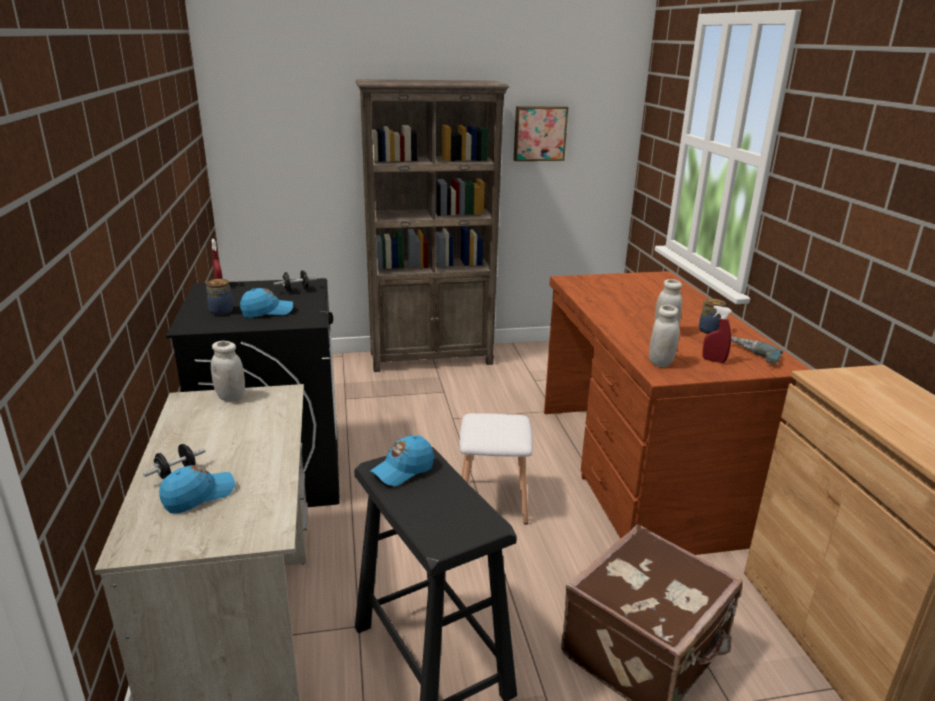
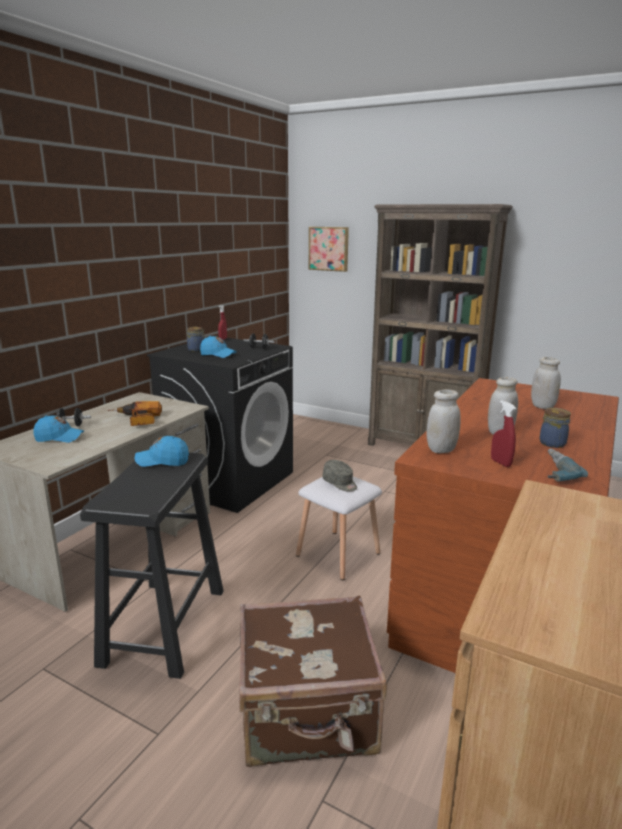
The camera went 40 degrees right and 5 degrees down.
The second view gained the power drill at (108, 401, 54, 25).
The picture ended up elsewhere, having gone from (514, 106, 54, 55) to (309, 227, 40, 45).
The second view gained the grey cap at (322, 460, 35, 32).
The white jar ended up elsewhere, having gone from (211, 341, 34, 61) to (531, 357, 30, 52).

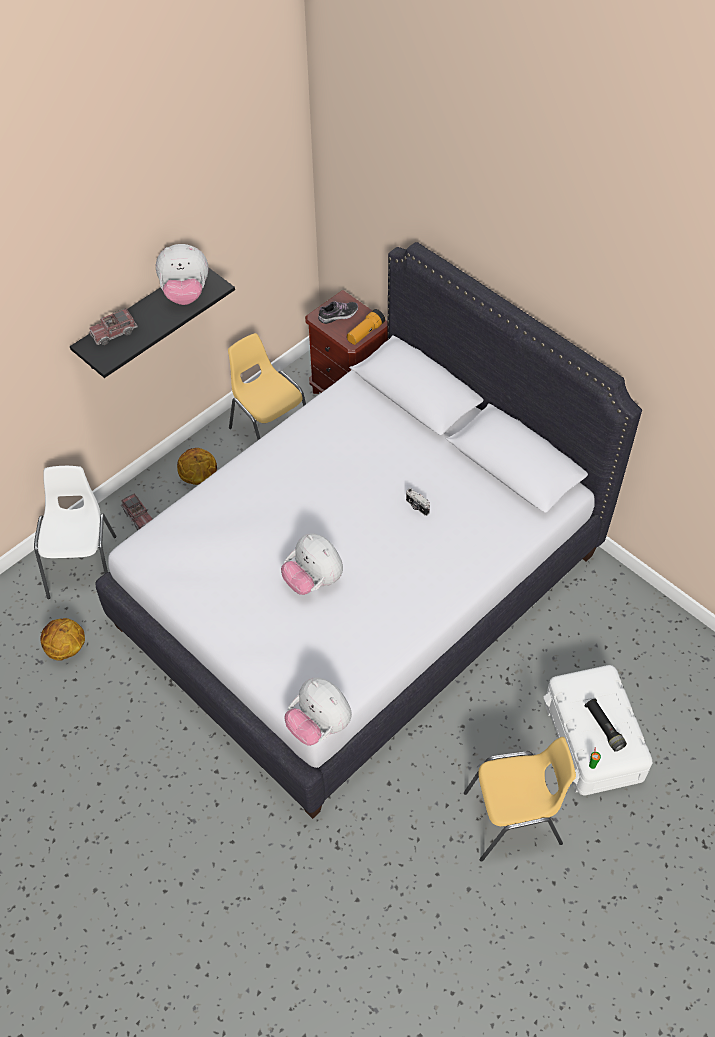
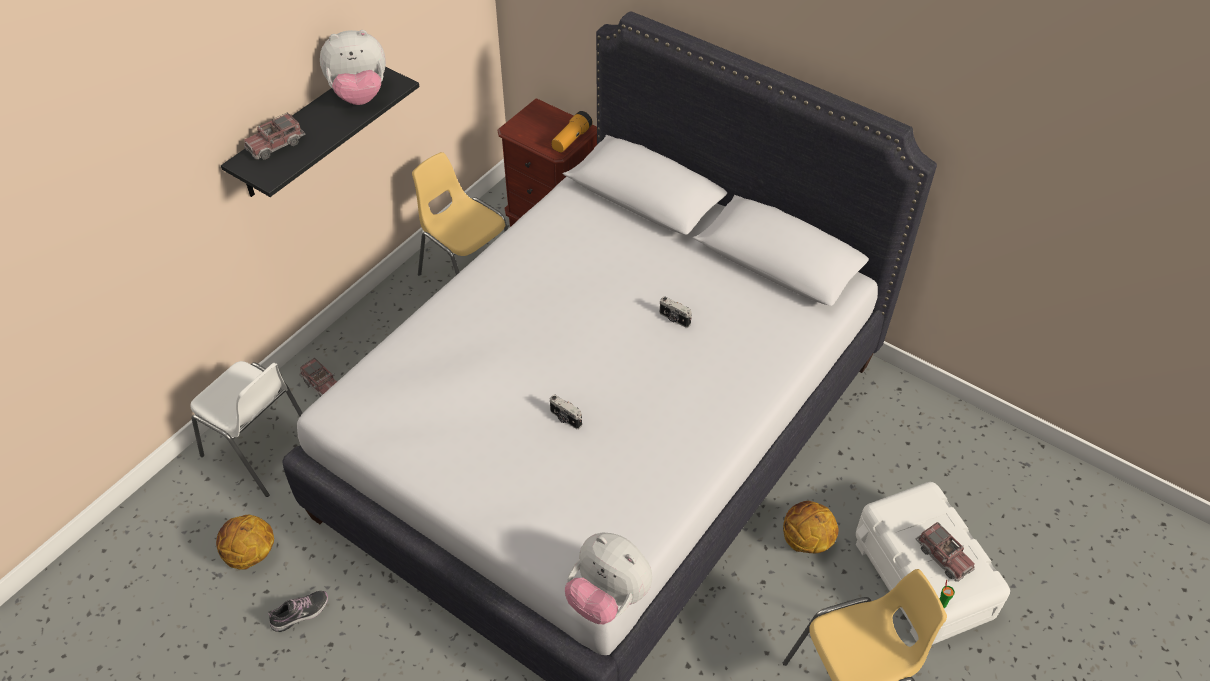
The camera went 10 degrees left and 5 degrees down.
The white chair at (34, 466, 82, 133) ended up facing another way, 135 degrees clockwise from before.
The shoe ended up elsewhere, having gone from (318, 301, 40, 23) to (268, 591, 60, 41).
Where the plush toy stood at (281, 533, 62, 62), the photo camera came to stand at (550, 394, 32, 35).
The basketball ended up elsewhere, having gone from (177, 448, 40, 37) to (783, 501, 56, 52).
Where the black flashlight stood at (585, 699, 42, 53), the toy truck came to stand at (916, 522, 59, 60).

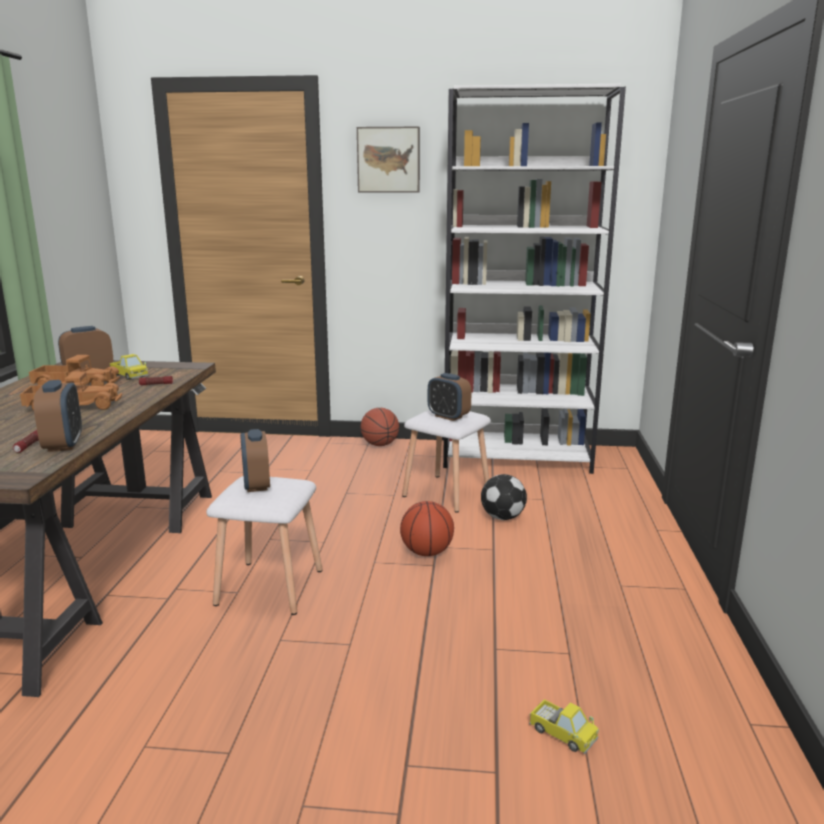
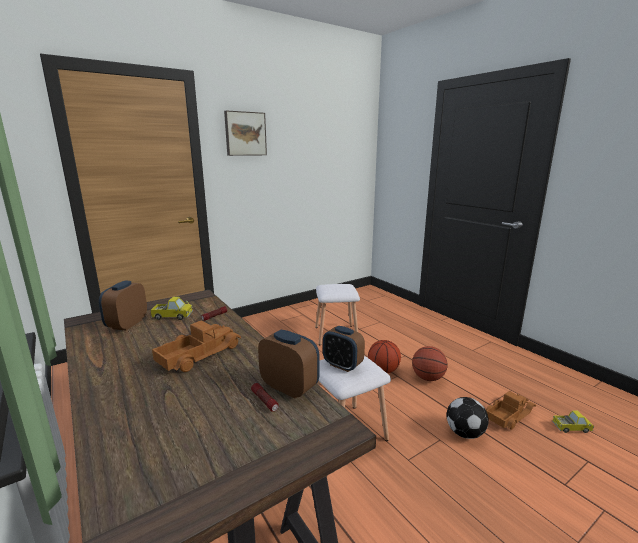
The camera went 40 degrees left and 0 degrees up.
The basketball ended up elsewhere, having gone from (360, 408, 39, 38) to (412, 346, 35, 35).
The football ended up elsewhere, having gone from (481, 474, 46, 46) to (447, 397, 42, 42).
The toy truck ended up elsewhere, having gone from (29, 355, 91, 31) to (486, 391, 50, 39).
The second view lost the alarm clock at (428, 373, 44, 48).
The second view lost the white bookcase at (443, 84, 183, 390).

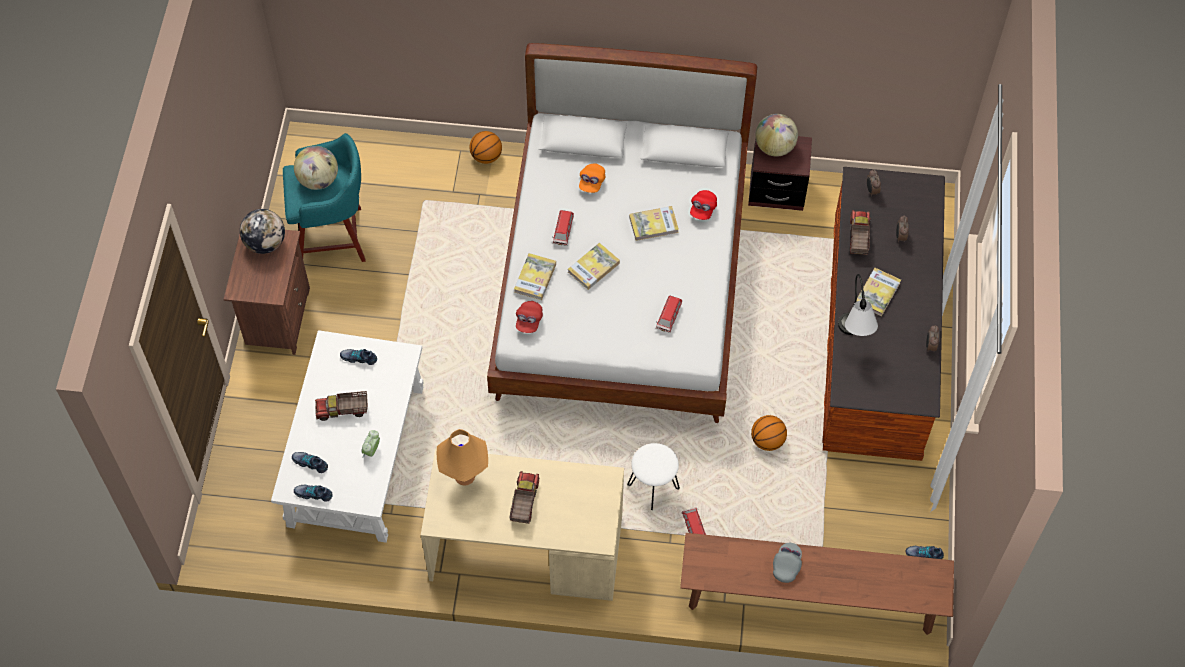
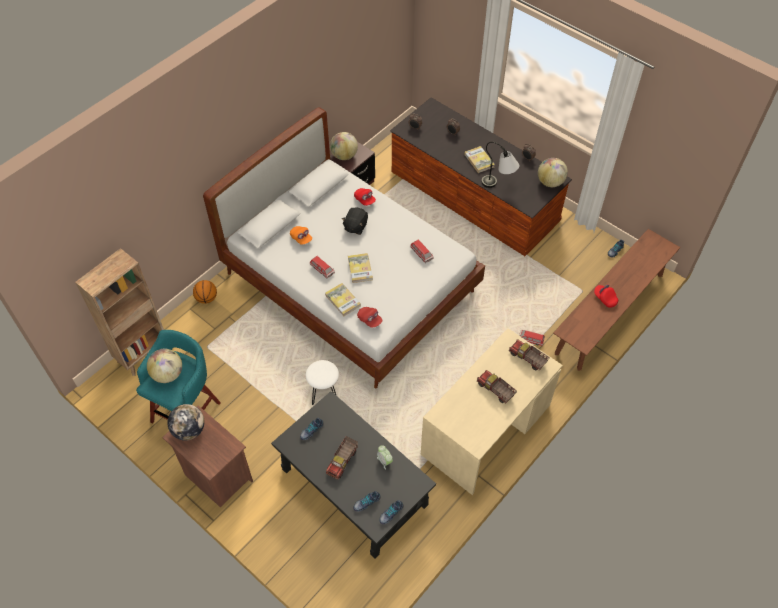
The camera went 55 degrees left and 5 degrees down.
The second view gained the brown bookcase at (75, 248, 89, 128).
What was the white coffee table at (271, 330, 153, 213) turned into the black coffee table at (271, 391, 165, 167).
The white stool ended up elsewhere, having gone from (627, 443, 53, 67) to (306, 360, 33, 45).
Where the book stood at (629, 206, 50, 35), the black plush toy came to stand at (342, 208, 26, 27).
The toy truck ended up elsewhere, having gone from (849, 210, 22, 45) to (509, 340, 41, 31).
The second view gained the globe at (538, 158, 30, 29).
What was the grey cap at (773, 543, 29, 40) turned into the red cap at (594, 284, 24, 24).
The second view lost the orange table lamp at (437, 429, 51, 57).
The second view lost the basketball at (751, 415, 36, 36).

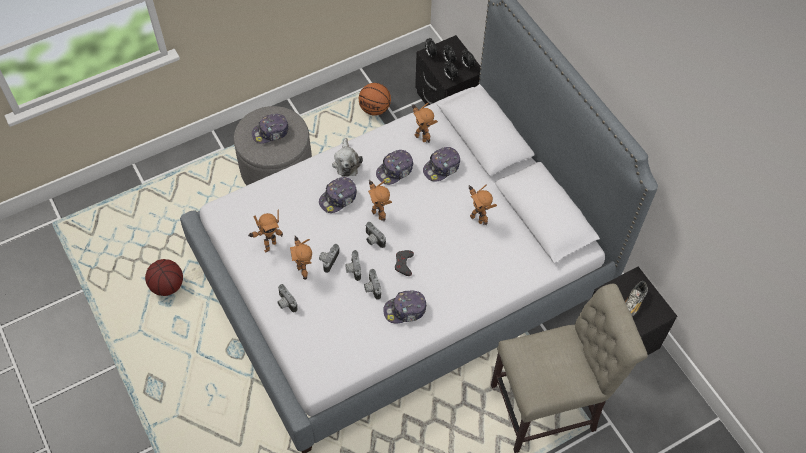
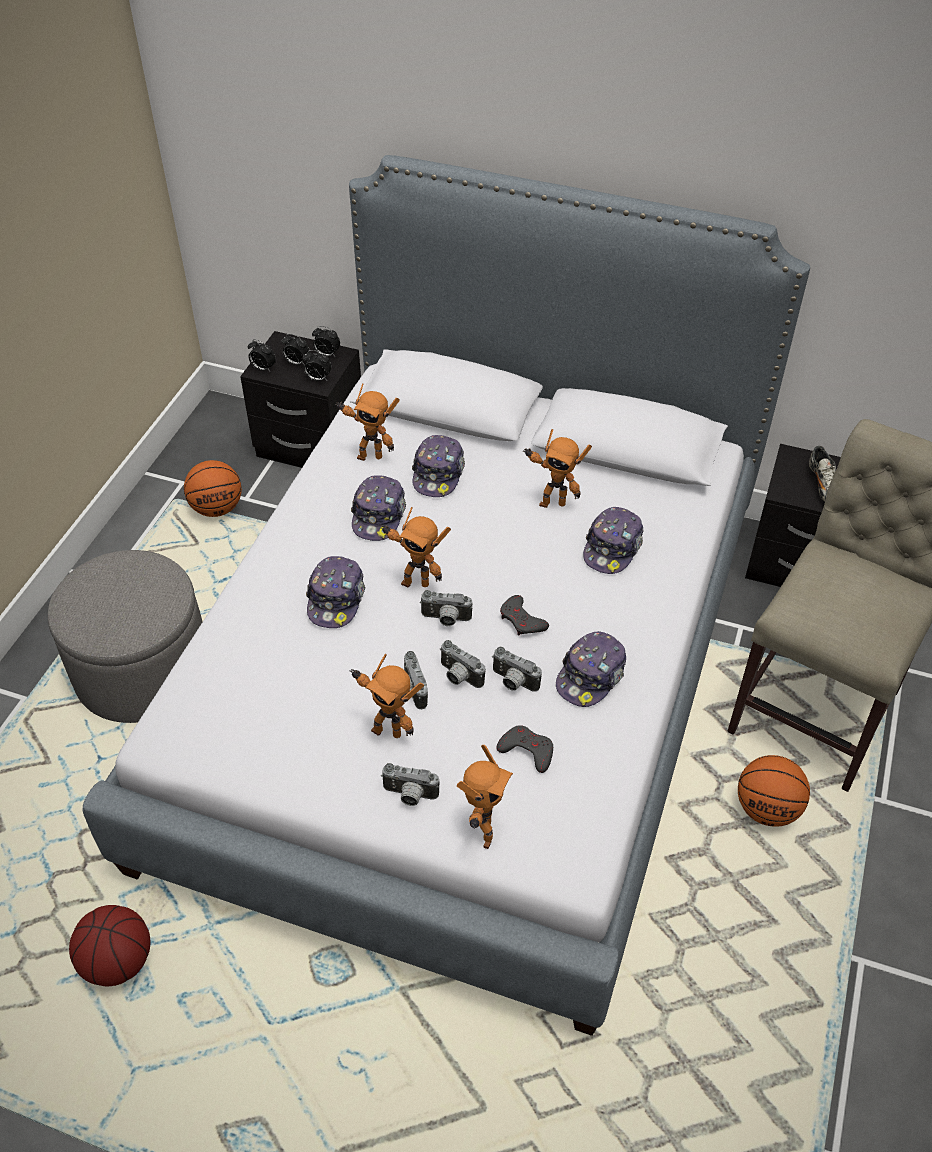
The camera went 40 degrees left and 10 degrees down.
The toy robot ended up elsewhere, having gone from (248, 209, 35, 44) to (457, 745, 56, 104).
The second view gained the grey game controller at (496, 725, 57, 48).
The cap ended up elsewhere, having gone from (252, 114, 37, 30) to (583, 507, 61, 67).
The second view gained the basketball at (738, 755, 72, 72).
The second view lost the plush toy at (332, 138, 31, 39).

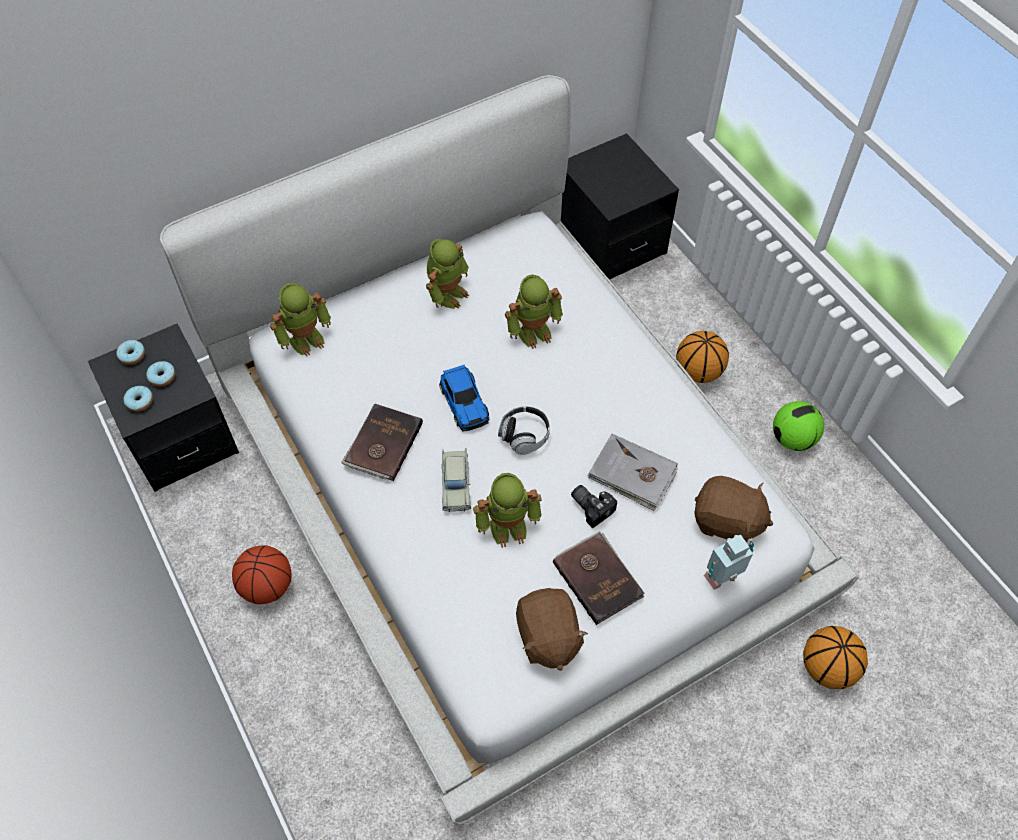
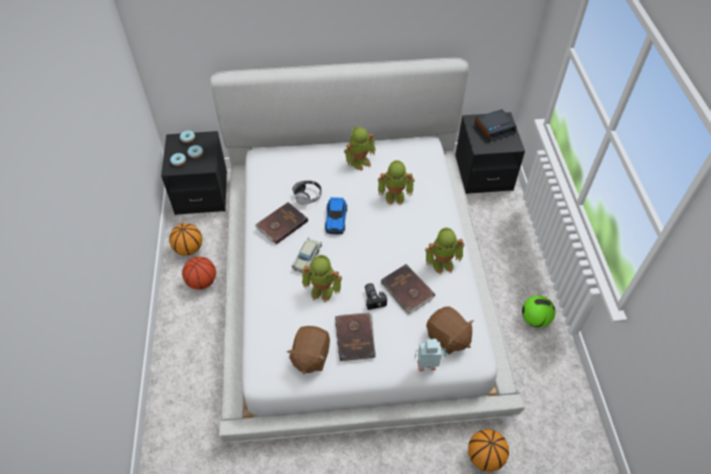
The camera went 25 degrees right and 5 degrees down.
The basketball ended up elsewhere, having gone from (676, 331, 53, 52) to (169, 223, 34, 33).
The headphones ended up elsewhere, having gone from (498, 406, 52, 49) to (292, 180, 30, 25).
What was the grey book at (587, 434, 91, 77) turned into the brown book at (380, 264, 55, 51).
The toy robot ended up elsewhere, having gone from (270, 283, 61, 74) to (425, 228, 39, 47).
The second view gained the alarm clock at (474, 109, 42, 33).

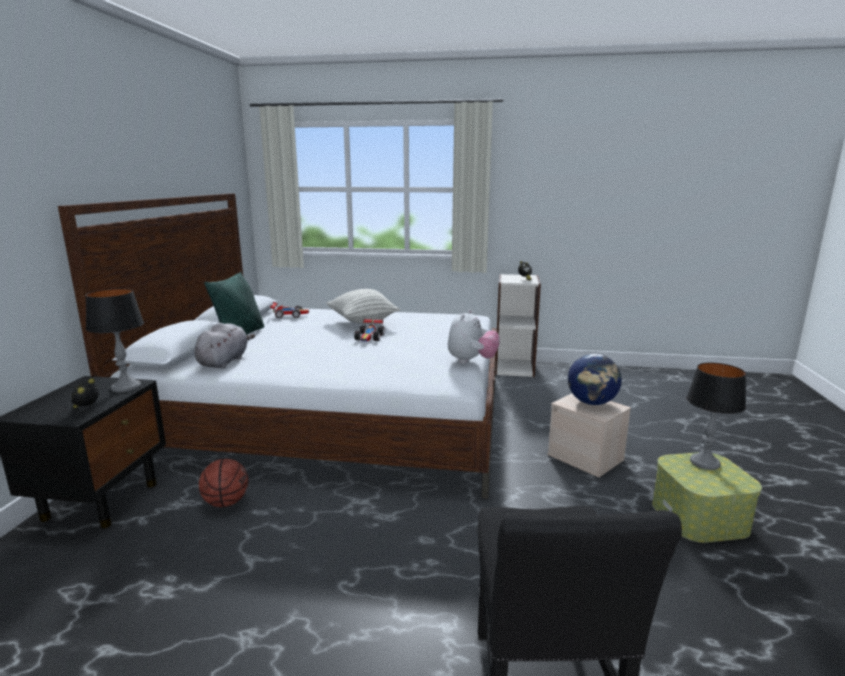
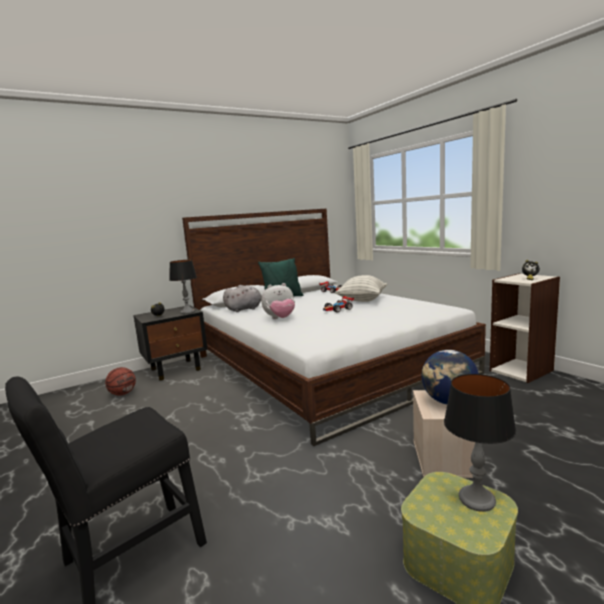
The camera went 50 degrees right and 5 degrees down.
The basketball ended up elsewhere, having gone from (199, 459, 50, 48) to (105, 367, 31, 28).
The plush toy ended up elsewhere, having gone from (448, 309, 52, 55) to (262, 283, 33, 36).

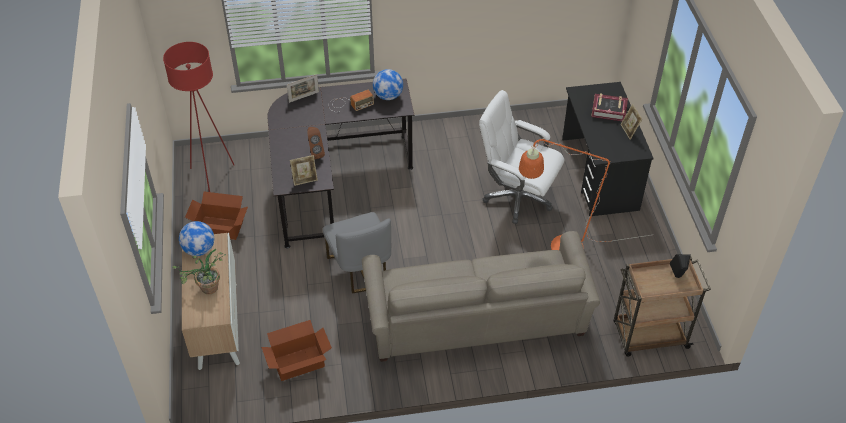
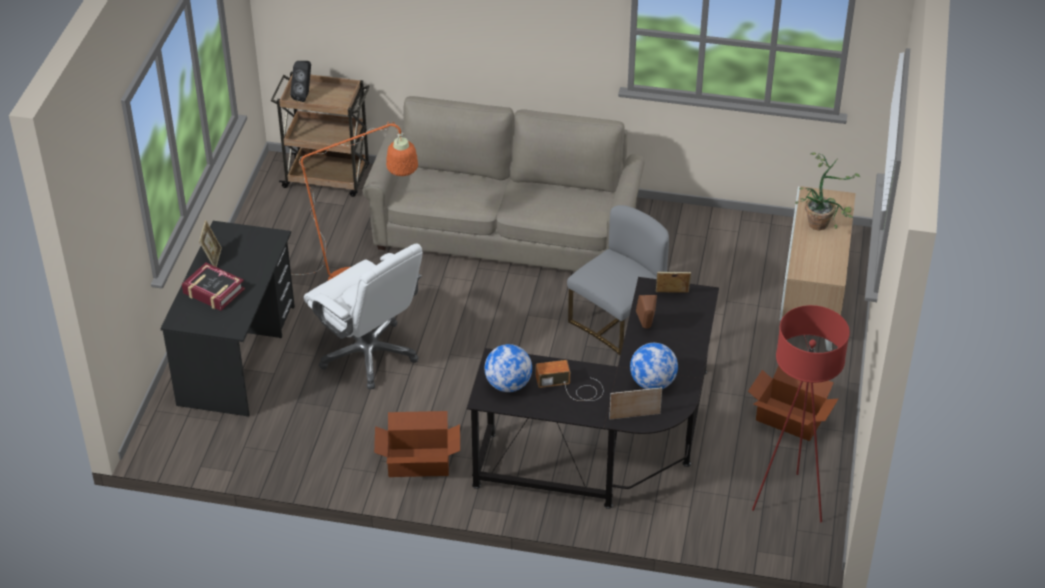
The camera went 160 degrees left and 5 degrees down.
The cardboard box ended up elsewhere, having gone from (261, 320, 71, 61) to (374, 411, 86, 66).
The grey chair at (323, 212, 68, 81) ended up facing another way, 45 degrees clockwise from before.
The globe ended up elsewhere, having gone from (179, 221, 35, 35) to (630, 343, 48, 46).

